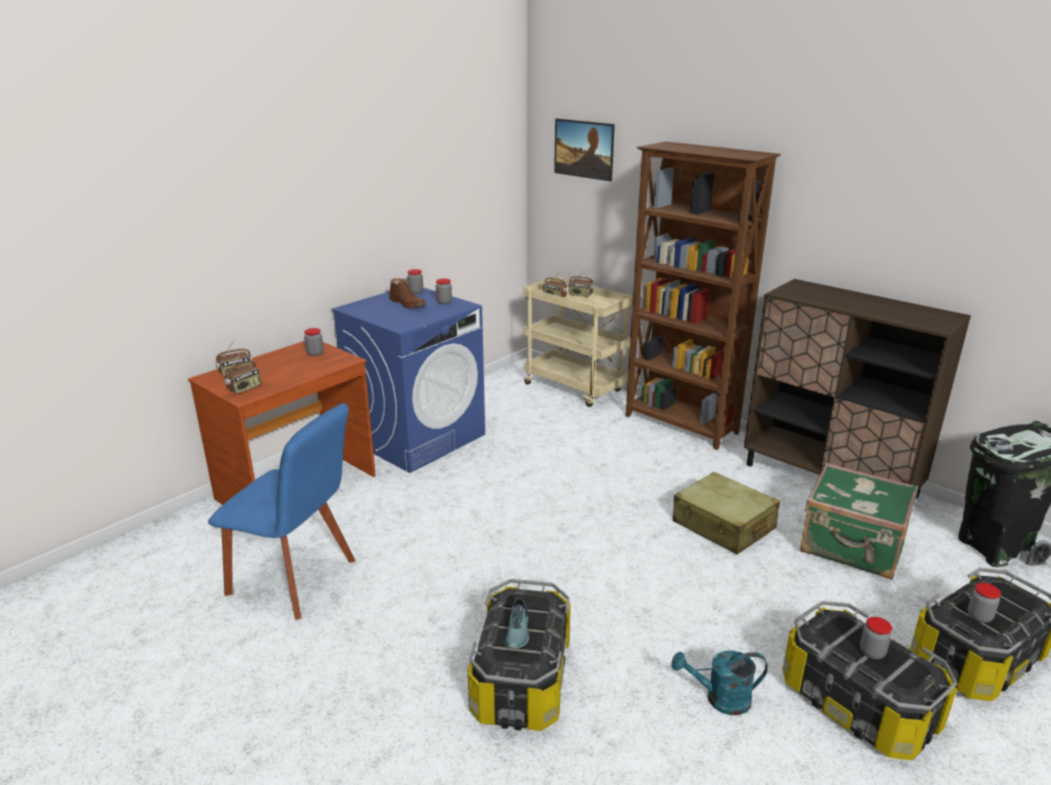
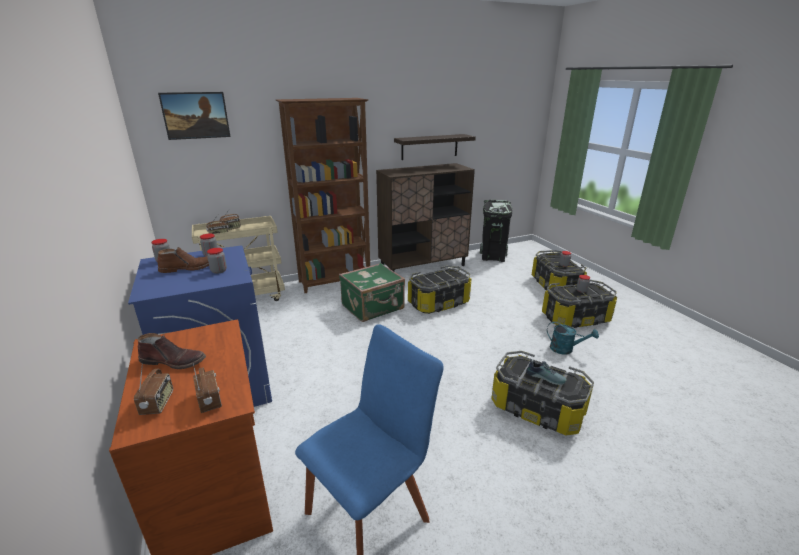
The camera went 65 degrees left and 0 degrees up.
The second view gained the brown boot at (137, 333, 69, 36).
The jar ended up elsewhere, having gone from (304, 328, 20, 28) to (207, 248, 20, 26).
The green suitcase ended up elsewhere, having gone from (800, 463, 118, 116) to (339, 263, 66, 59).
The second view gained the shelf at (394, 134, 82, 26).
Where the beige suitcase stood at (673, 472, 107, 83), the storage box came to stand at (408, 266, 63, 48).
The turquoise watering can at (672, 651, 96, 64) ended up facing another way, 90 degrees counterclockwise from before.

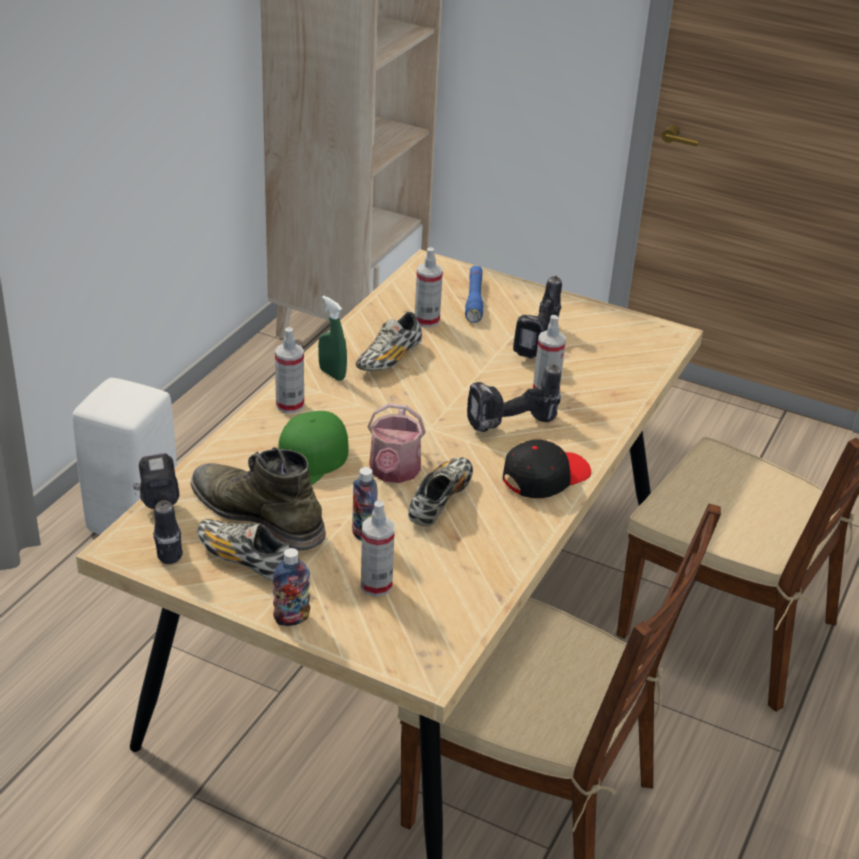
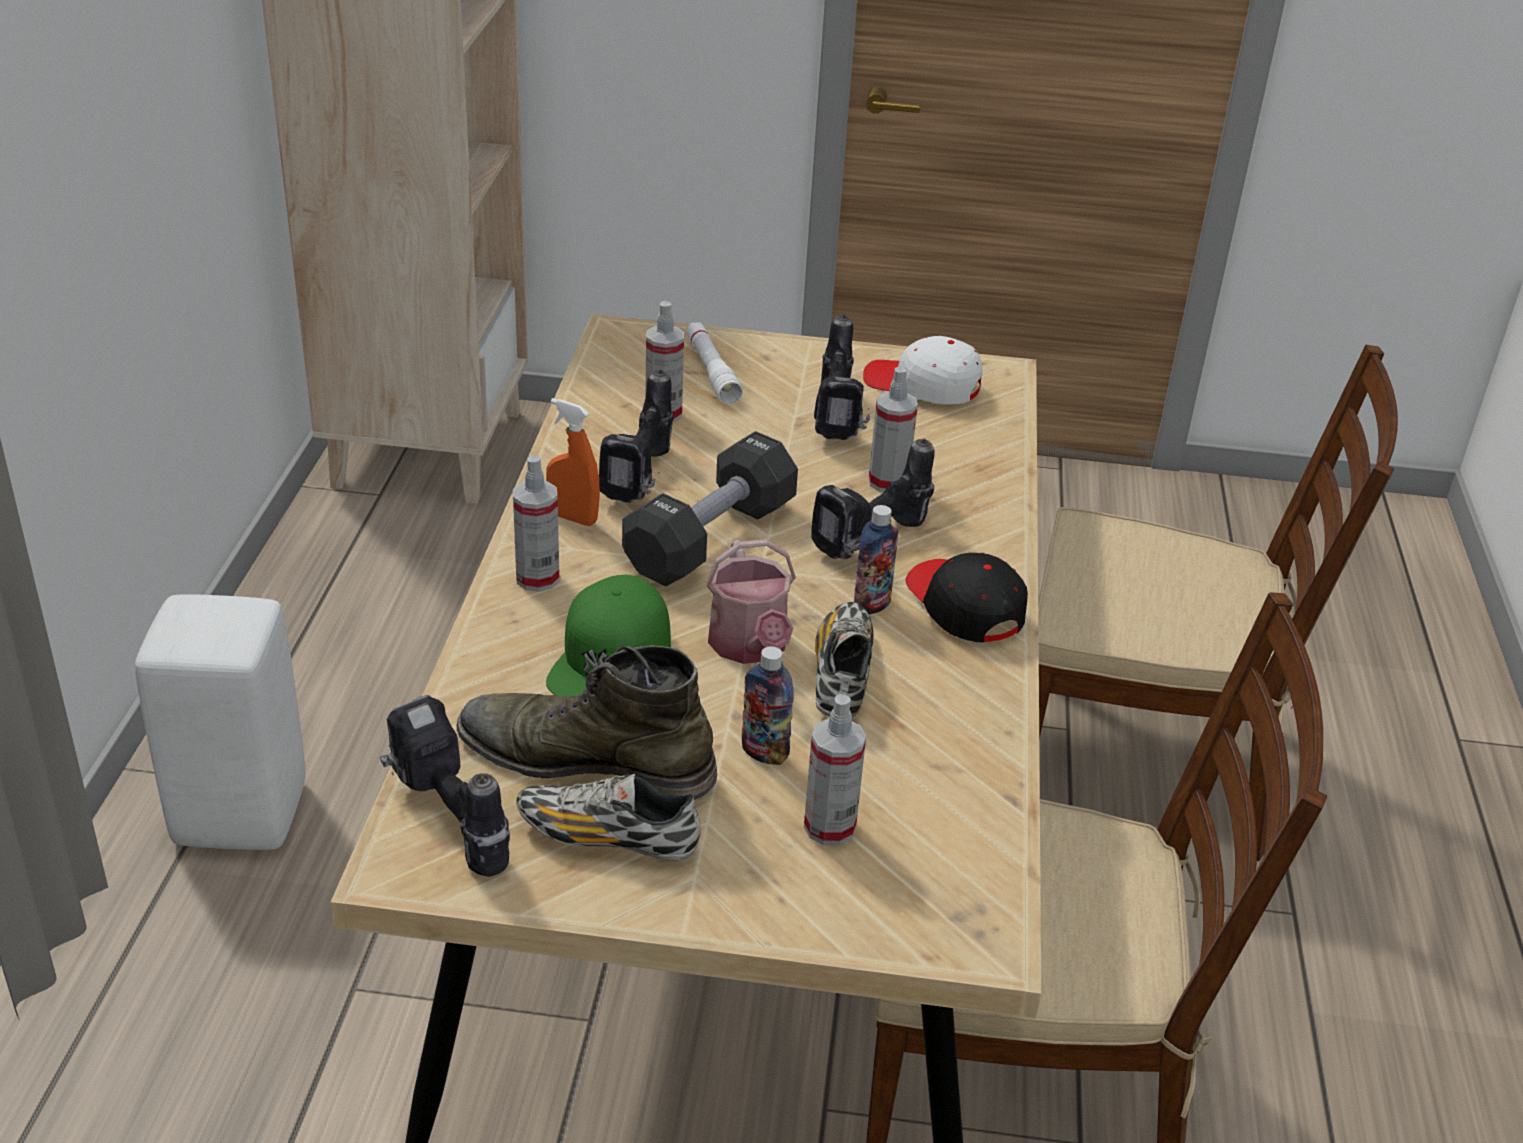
The camera went 20 degrees left and 0 degrees up.
What was the green spray bottle at (318, 296, 29, 85) turned into the orange spray bottle at (546, 398, 54, 128).
Where the shoe stood at (356, 312, 66, 59), the power drill came to stand at (599, 369, 75, 134).
The second view gained the black dumbbell at (622, 431, 176, 155).
What was the blue flashlight at (465, 265, 18, 58) turned into the white flashlight at (686, 322, 57, 82).
The bottle ended up elsewhere, having gone from (273, 548, 37, 78) to (854, 505, 44, 109).
The second view gained the white cap at (863, 336, 120, 69).
The black cap at (503, 439, 88, 59) ended up facing another way, 60 degrees counterclockwise from before.

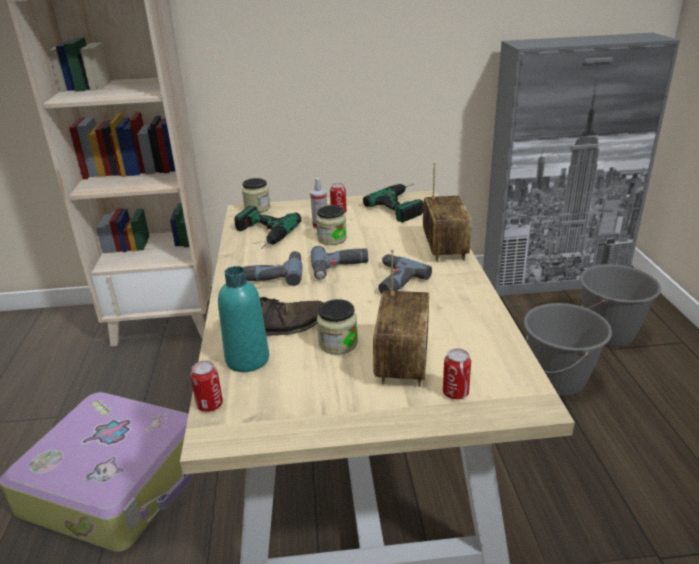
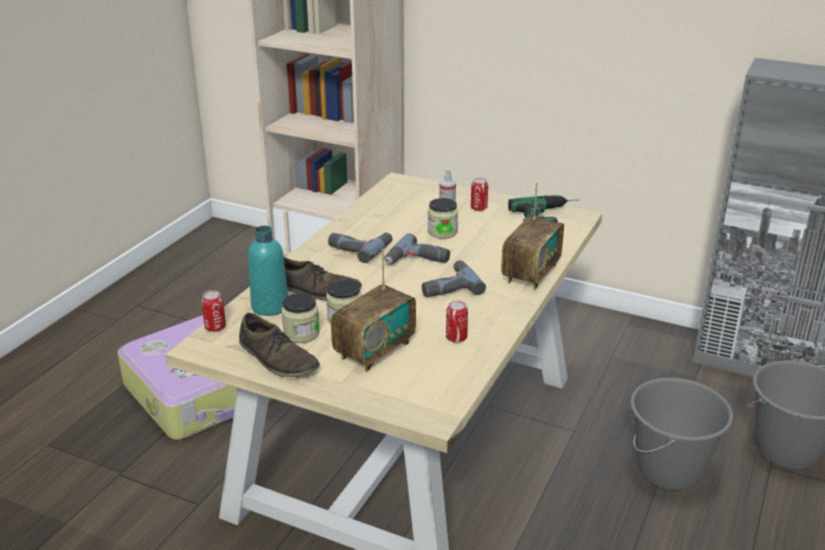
The camera went 30 degrees right and 0 degrees up.
The second view gained the brown shoe at (239, 313, 81, 64).
The jar ended up elsewhere, having gone from (242, 178, 28, 35) to (281, 293, 39, 50).
The can ended up elsewhere, having gone from (443, 348, 28, 51) to (446, 300, 22, 43).
The second view lost the power drill at (234, 206, 67, 42).

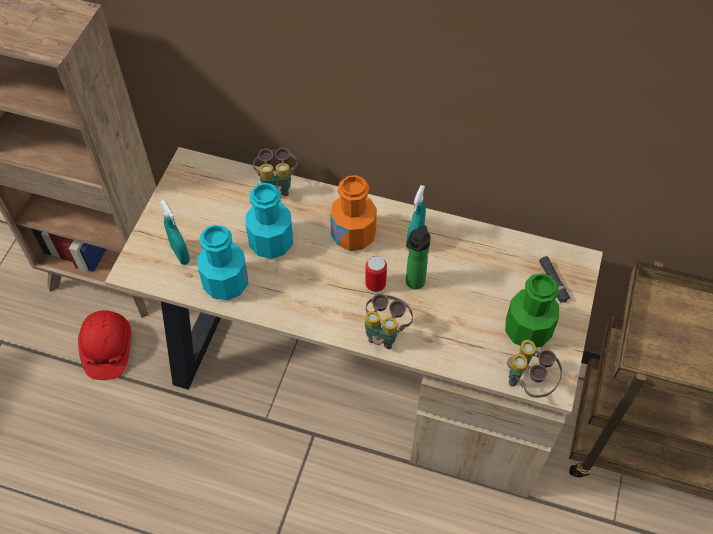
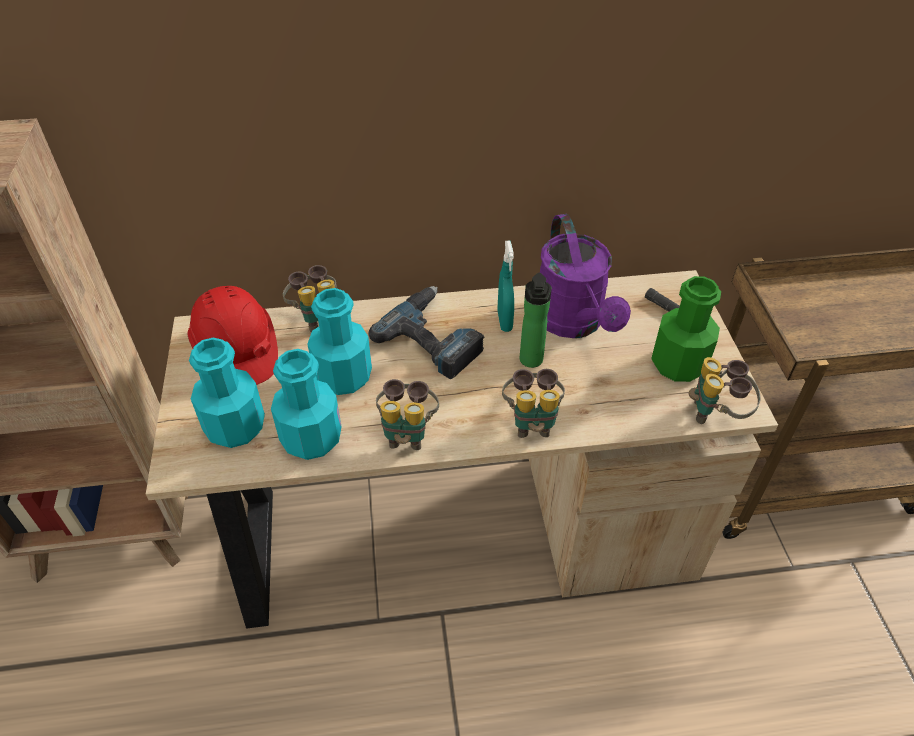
The camera went 25 degrees left and 10 degrees down.
The red hard hat ended up elsewhere, having gone from (78, 310, 53, 70) to (188, 286, 90, 99).
Where the turquoise spray bottle stood at (160, 200, 30, 65), the turquoise bottle came to stand at (189, 338, 76, 110).
Where the orange bottle stood at (330, 175, 47, 76), the power drill came to stand at (368, 286, 116, 93).
The second view gained the binoculars at (376, 379, 63, 71).
The second view gained the purple watering can at (540, 214, 91, 124).
The second view lost the can at (365, 255, 22, 38).

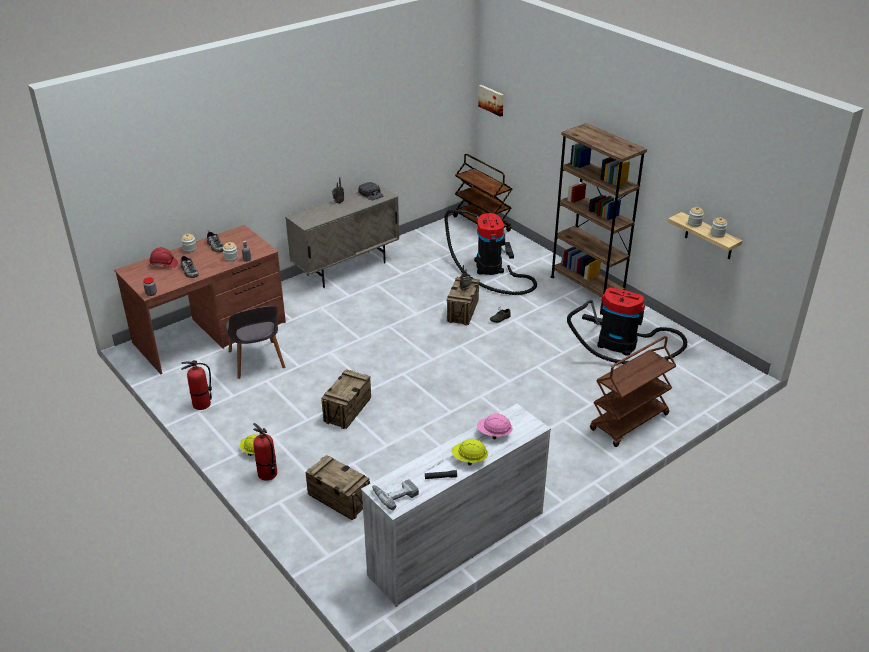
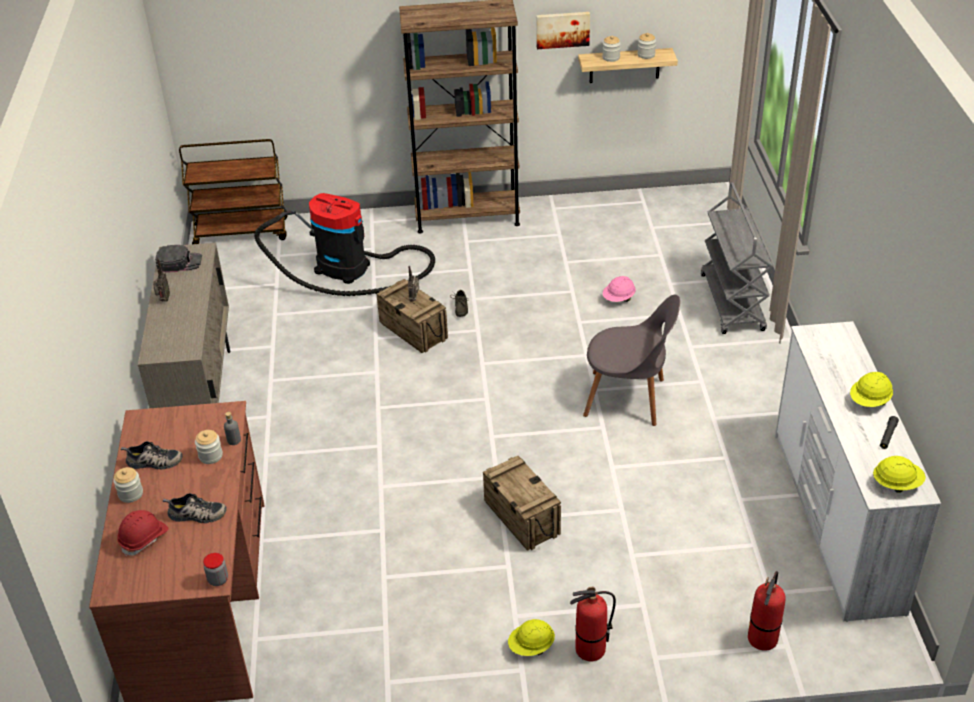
The camera went 55 degrees left and 5 degrees up.
The picture ended up elsewhere, having gone from (478, 85, 26, 32) to (536, 12, 54, 37).
The grey chair ended up elsewhere, having gone from (226, 306, 59, 73) to (583, 295, 97, 131).
The pink hard hat ended up elsewhere, having gone from (477, 414, 36, 25) to (603, 276, 33, 26).
What was the brown cart at (590, 336, 87, 111) turned into the grey cart at (701, 183, 73, 151).
The fire extinguisher ended up elsewhere, having gone from (182, 360, 30, 50) to (748, 571, 38, 80).
Where the power drill stood at (372, 479, 47, 31), the yellow hard hat came to stand at (873, 456, 53, 37).
The second view lost the crate at (306, 455, 64, 65).
The second view lost the vacuum cleaner at (567, 287, 120, 77).

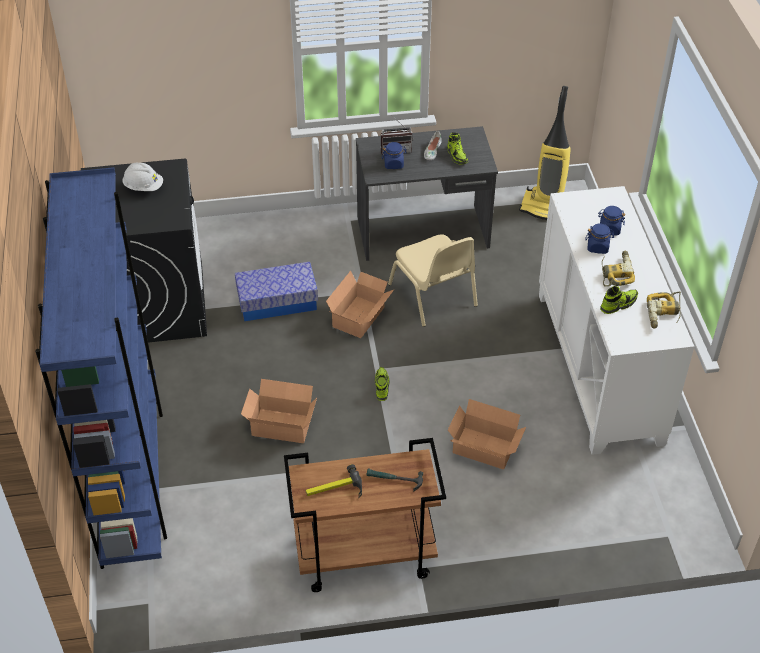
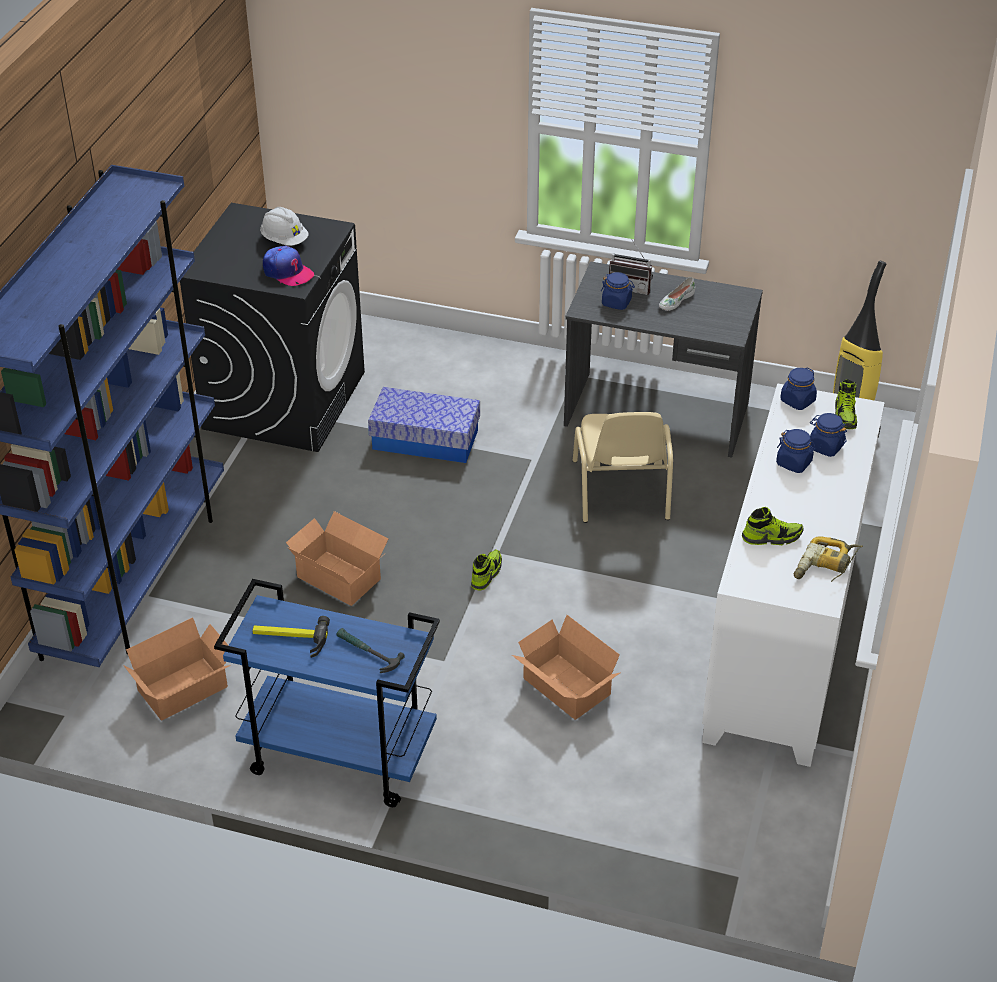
The camera went 25 degrees right and 5 degrees down.
The cardboard box ended up elsewhere, having gone from (326, 271, 68, 67) to (123, 617, 108, 103).
What was the brown cart at (284, 438, 162, 154) turned into the blue cart at (214, 579, 226, 228).
The second view gained the cap at (263, 246, 51, 40).
The second view gained the blue jar at (780, 367, 37, 43).
The shoe ended up elsewhere, having gone from (447, 132, 21, 32) to (835, 379, 22, 50).
The second view lost the power drill at (602, 251, 33, 36).

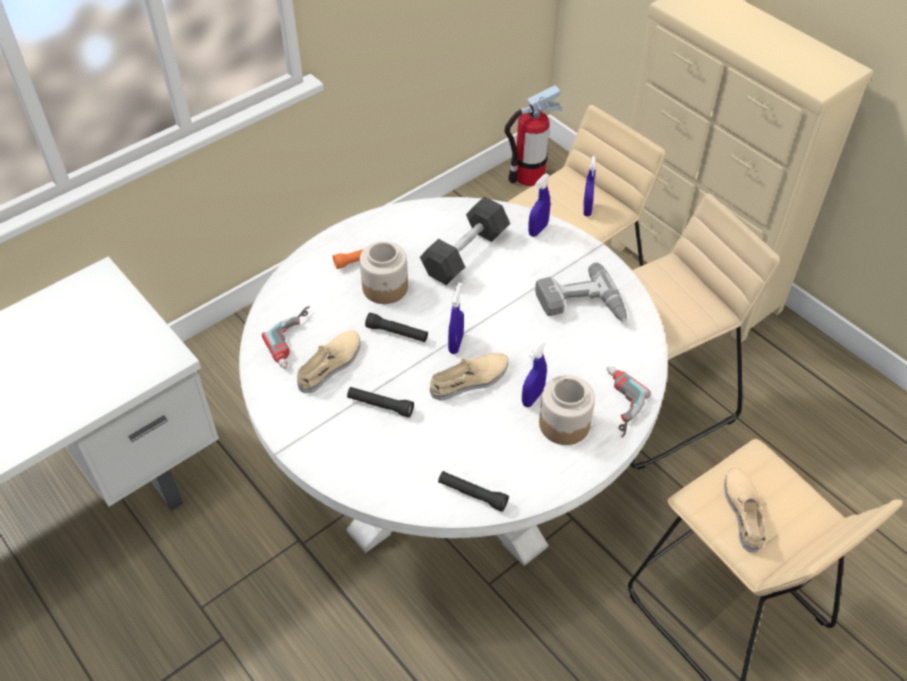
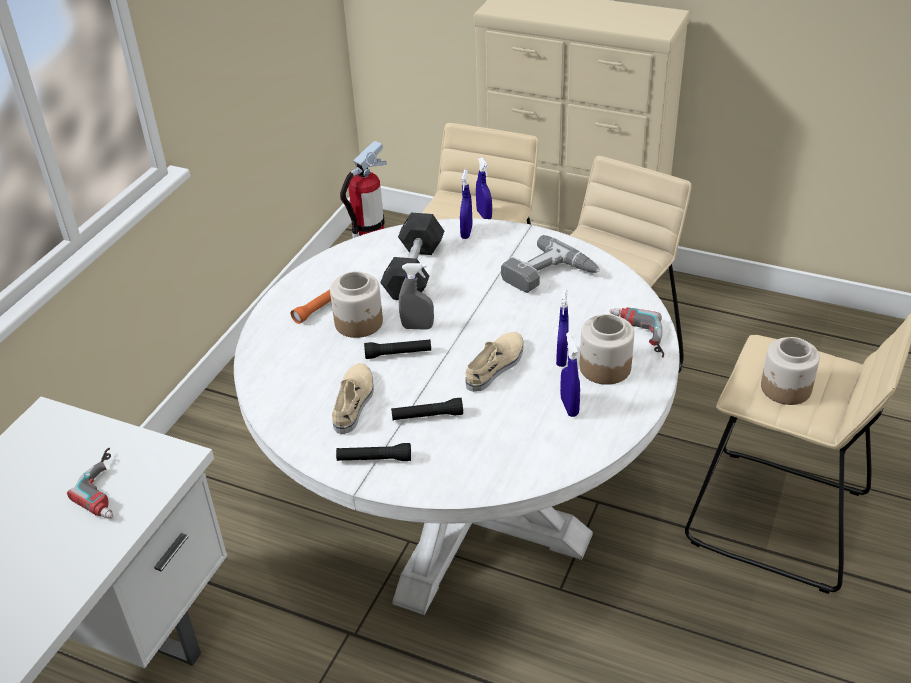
The camera went 25 degrees left and 10 degrees down.
The power drill ended up elsewhere, having gone from (262, 306, 48, 63) to (67, 448, 47, 71).
The black flashlight ended up elsewhere, having gone from (438, 471, 71, 41) to (336, 443, 75, 18).
The second view gained the grey spray bottle at (399, 263, 35, 67).
The blue spray bottle ended up elsewhere, having gone from (448, 283, 16, 71) to (560, 332, 20, 85).
Where the beige shoe stood at (724, 468, 41, 85), the jar came to stand at (761, 337, 59, 68).

